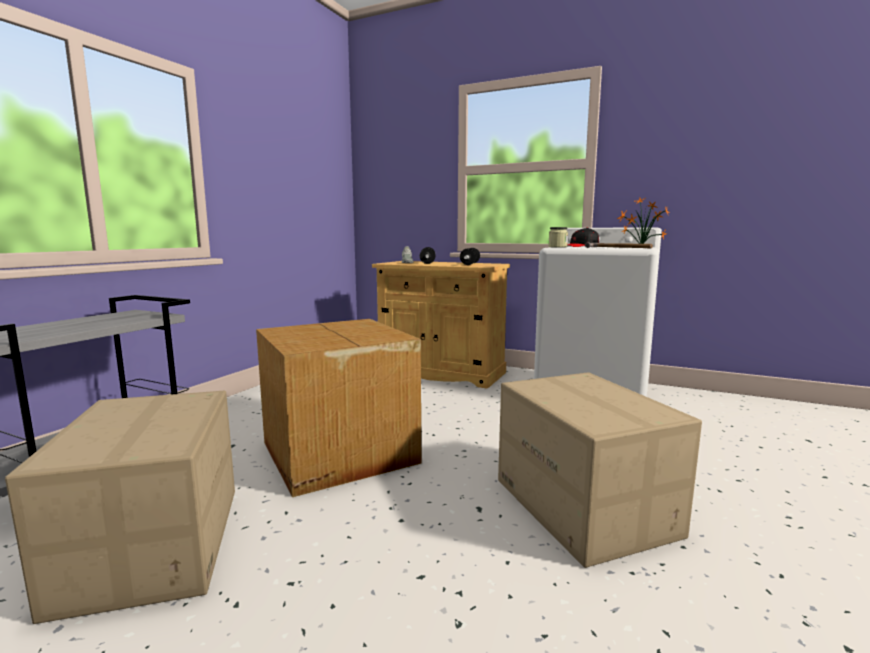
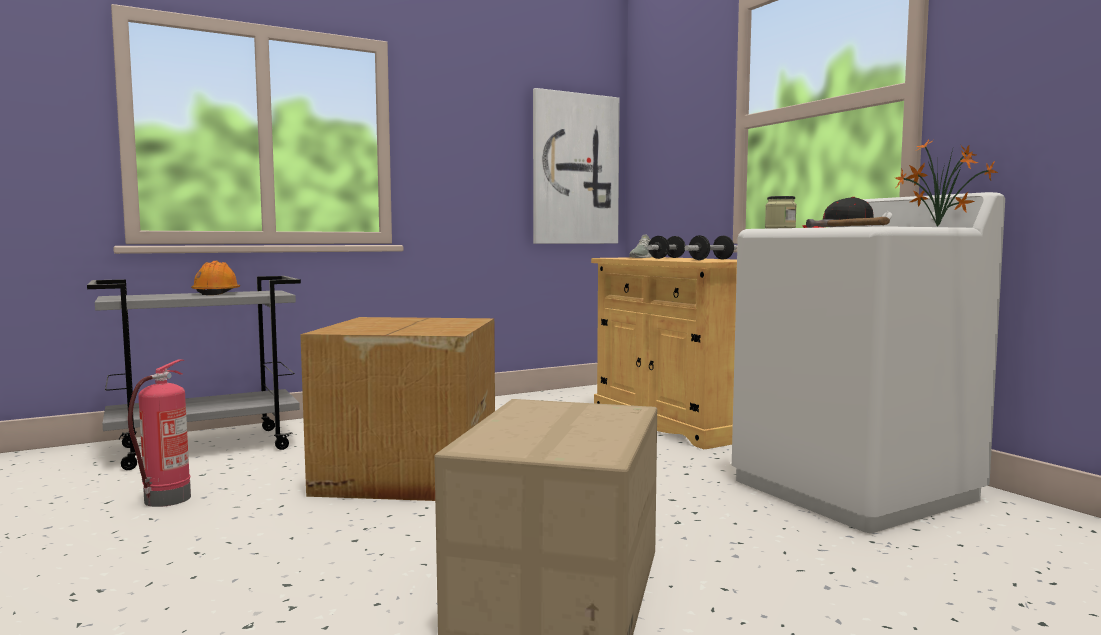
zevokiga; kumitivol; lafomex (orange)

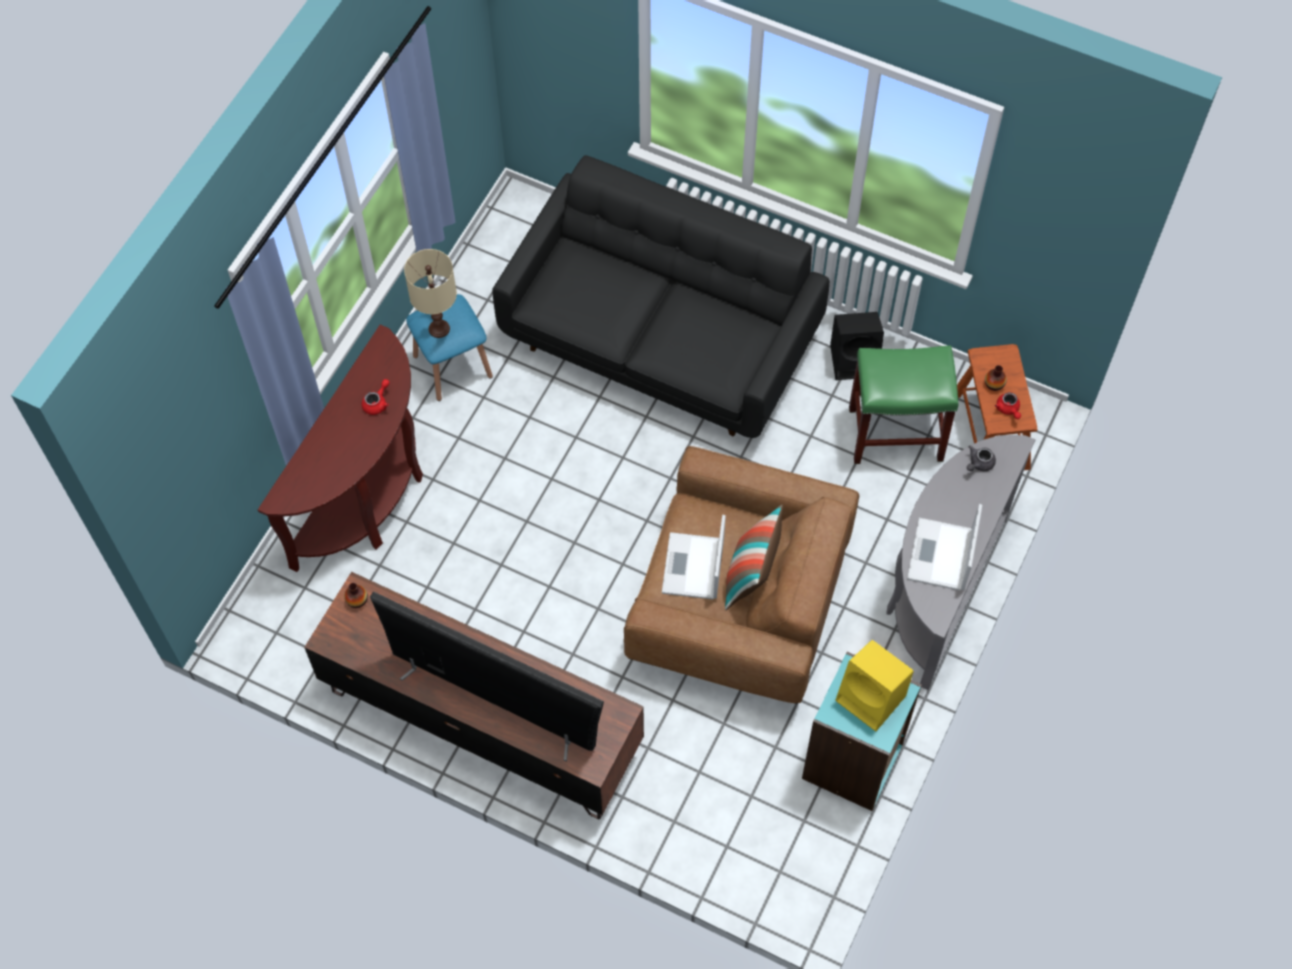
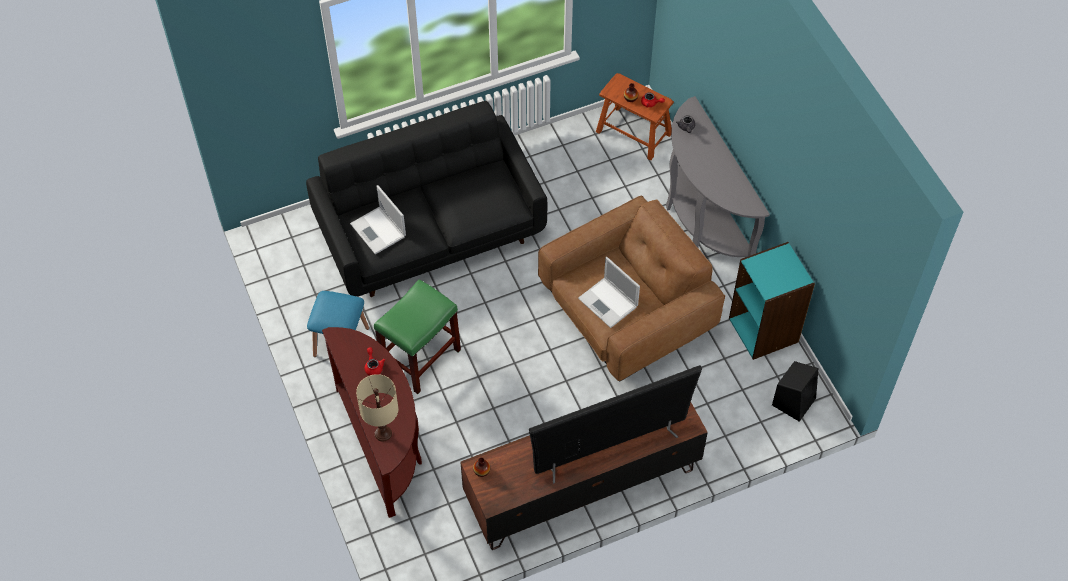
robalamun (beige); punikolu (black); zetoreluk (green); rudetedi (no. 1 from left); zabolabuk; punikolu (yellow)

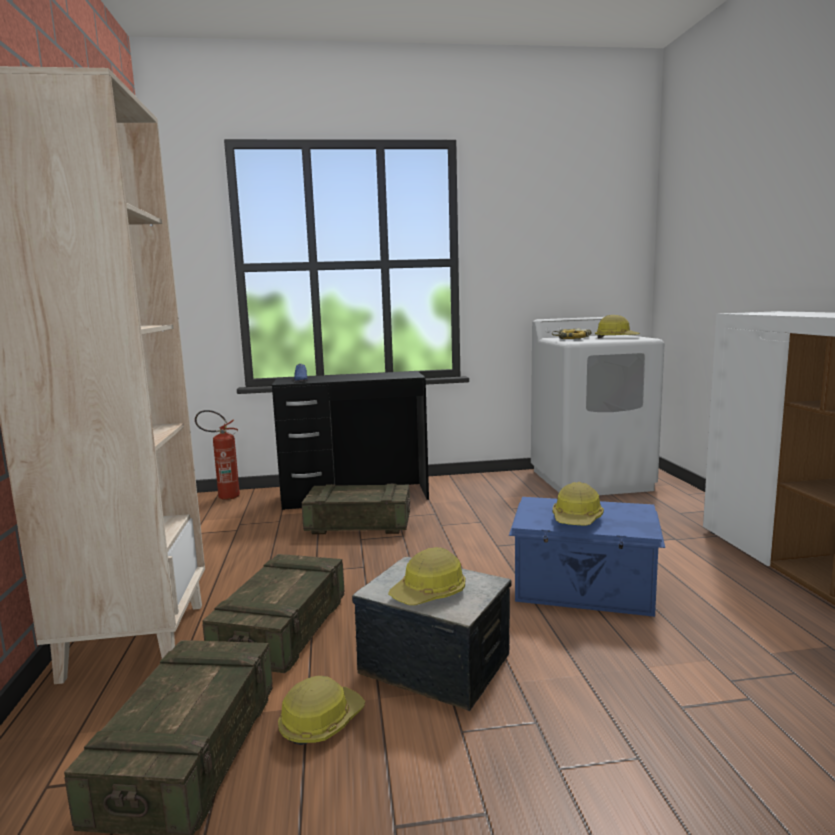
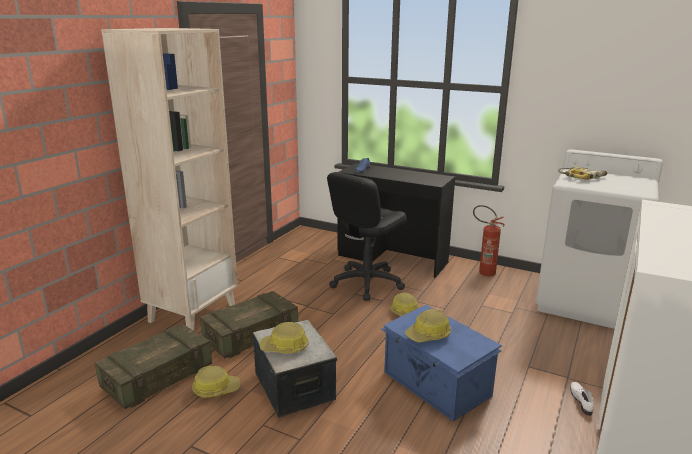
lafomex (no. 3 from left); zevokiga; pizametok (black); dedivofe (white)

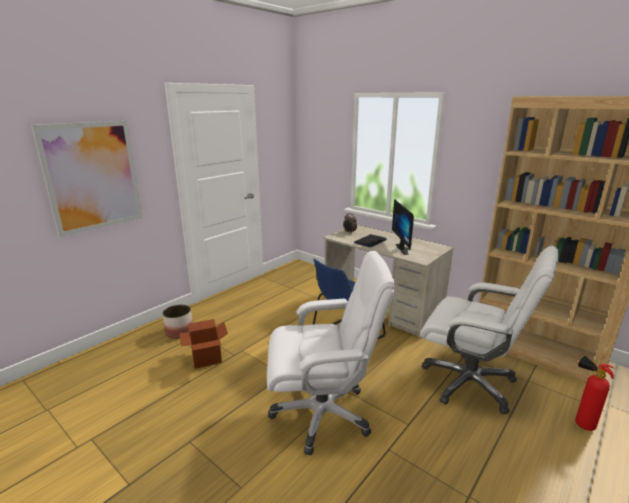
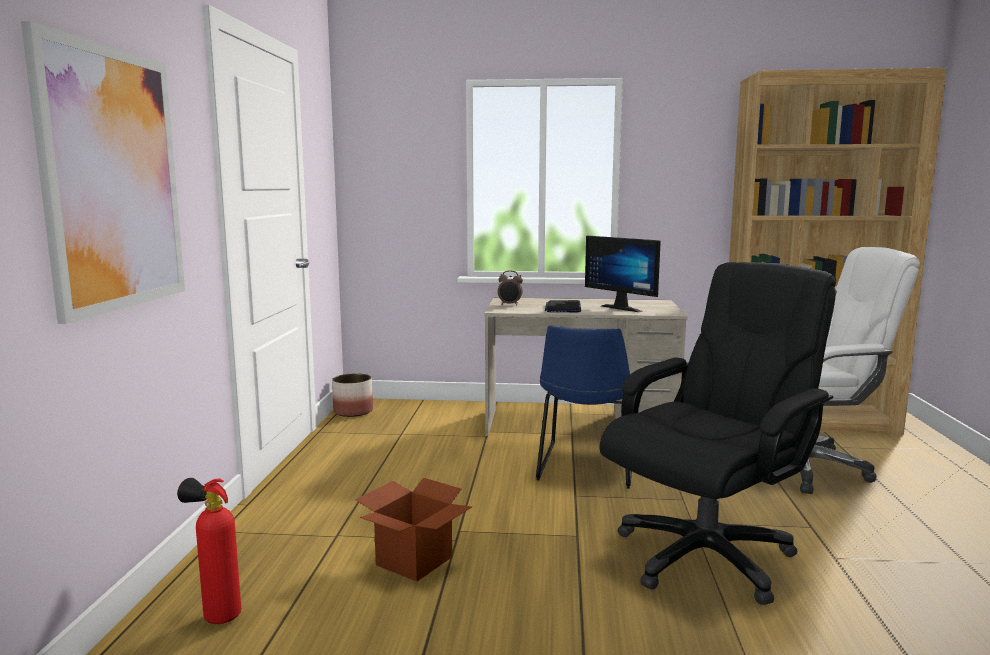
pizametok (black); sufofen; zevokiga

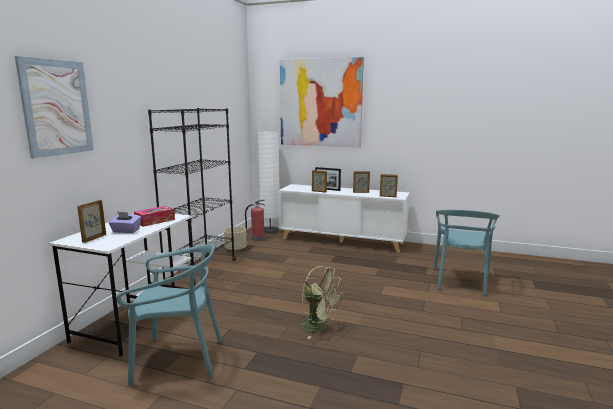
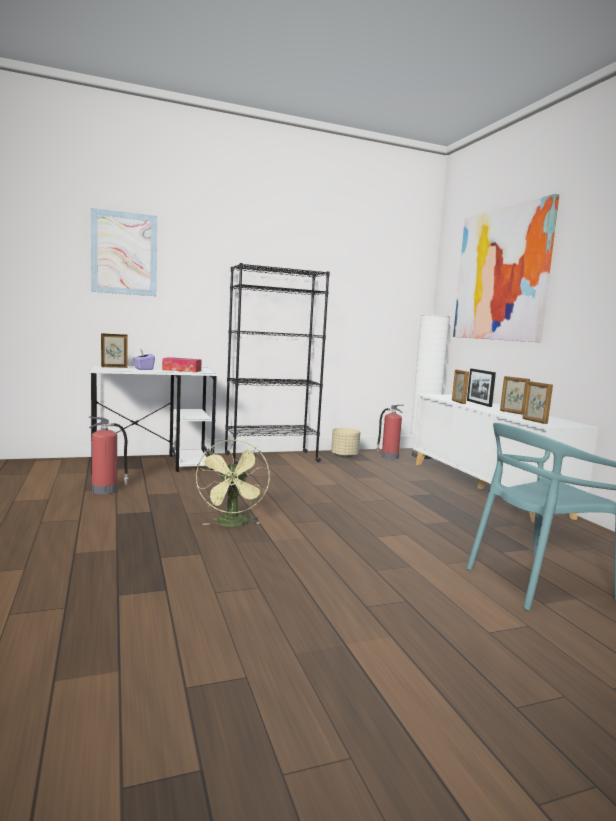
zevokiga (no. 1 from left)

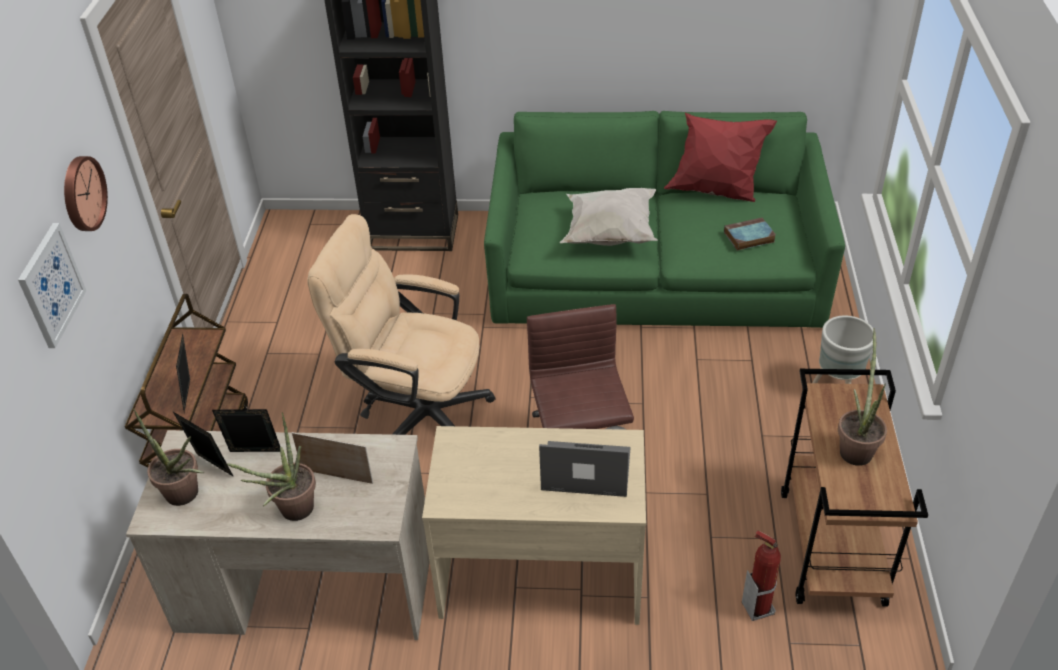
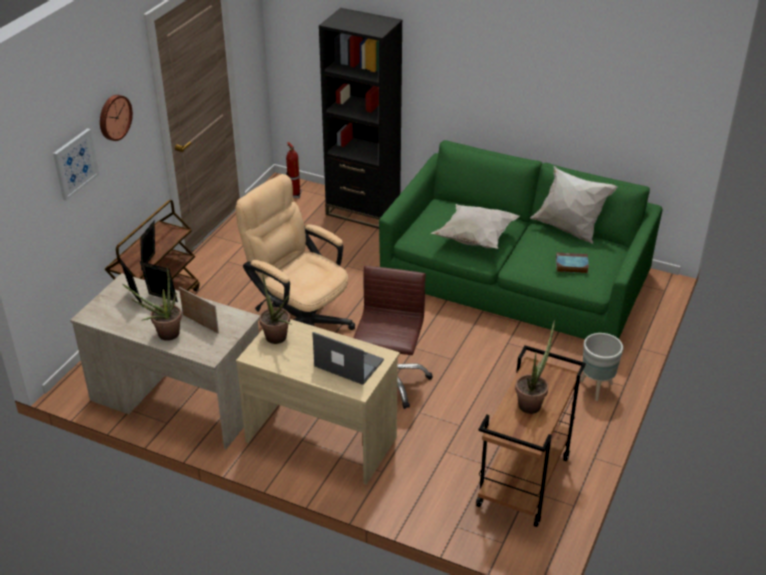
zabolabuk (white) (no. 2 from left); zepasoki (no. 2 from left); zevokiga

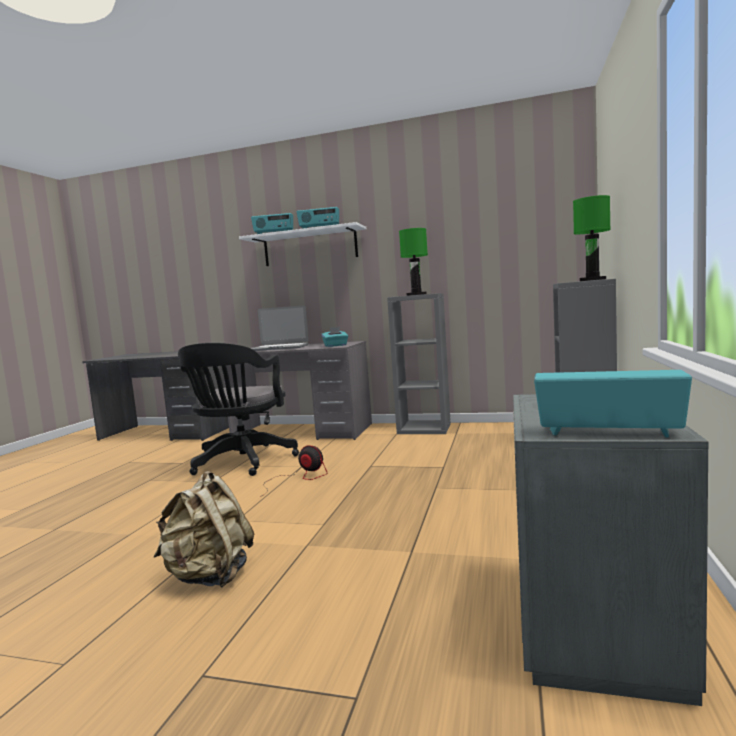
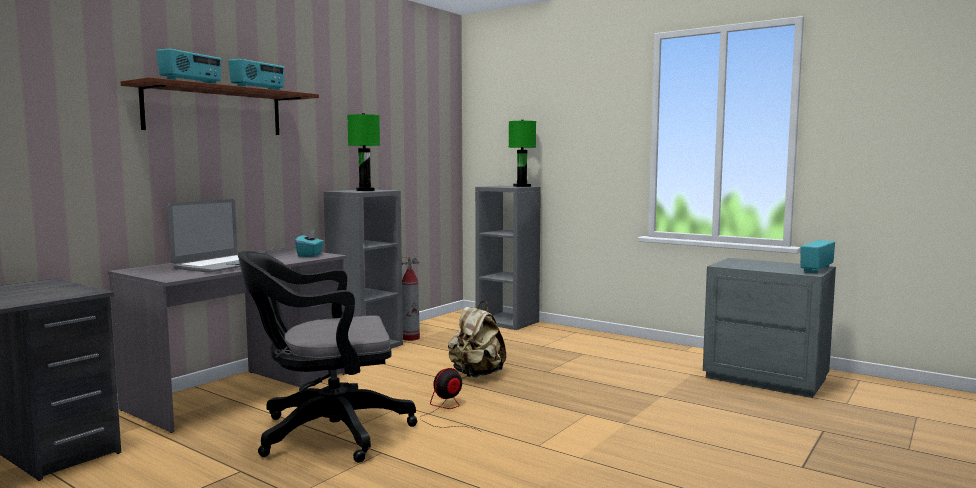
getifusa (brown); pizametok (black); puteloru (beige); zevokiga

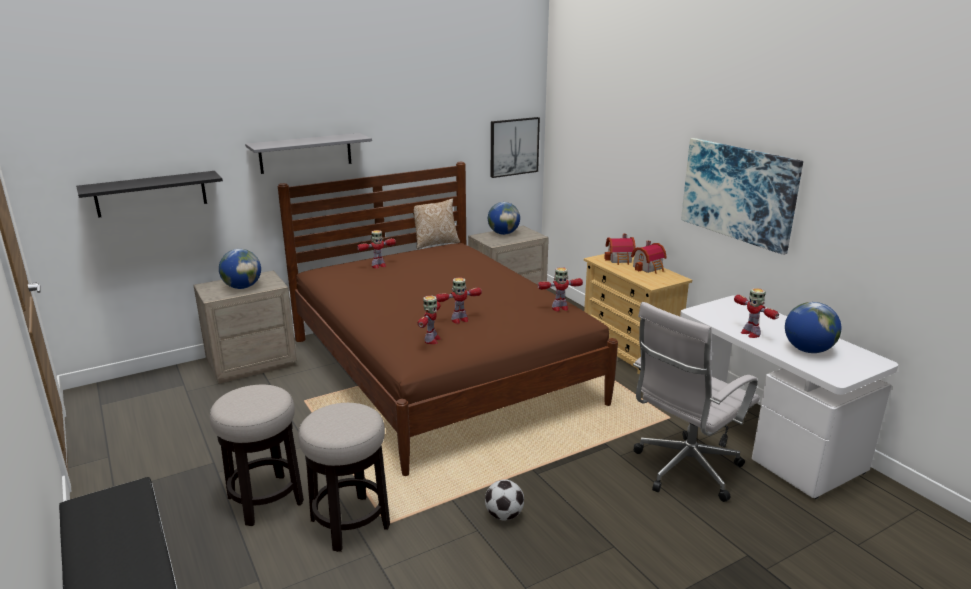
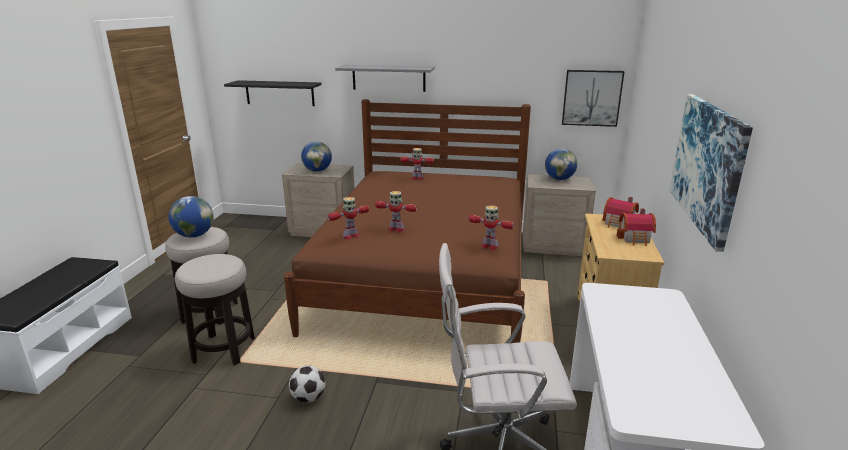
zabolabuk; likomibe (no. 5 from left in the first image); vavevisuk (no. 1 from left)

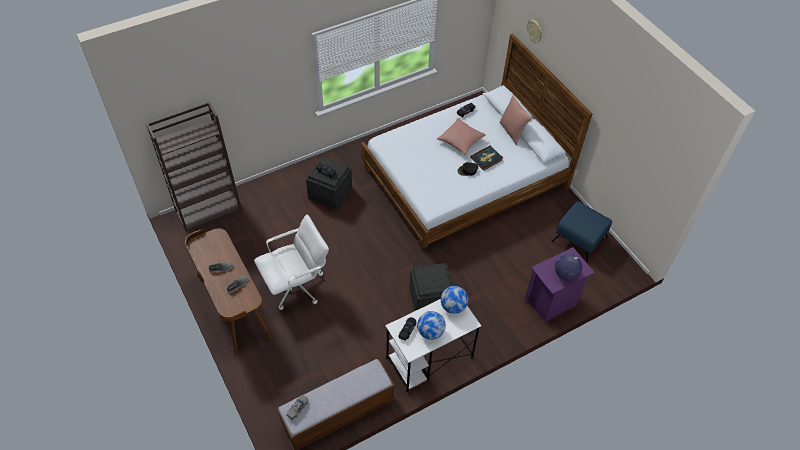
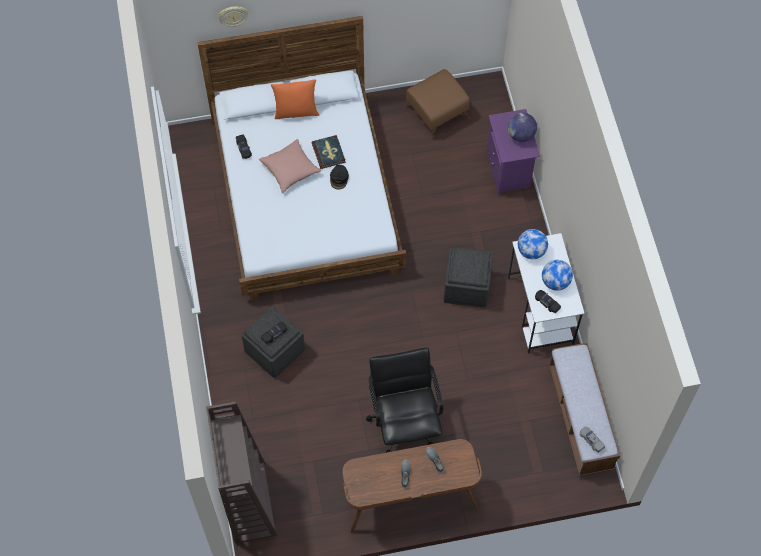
zabolabuk (orange); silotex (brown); pizametok (black)

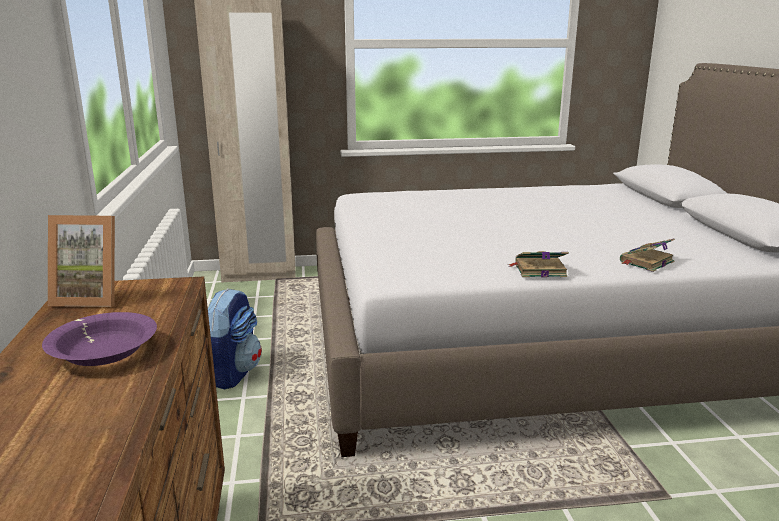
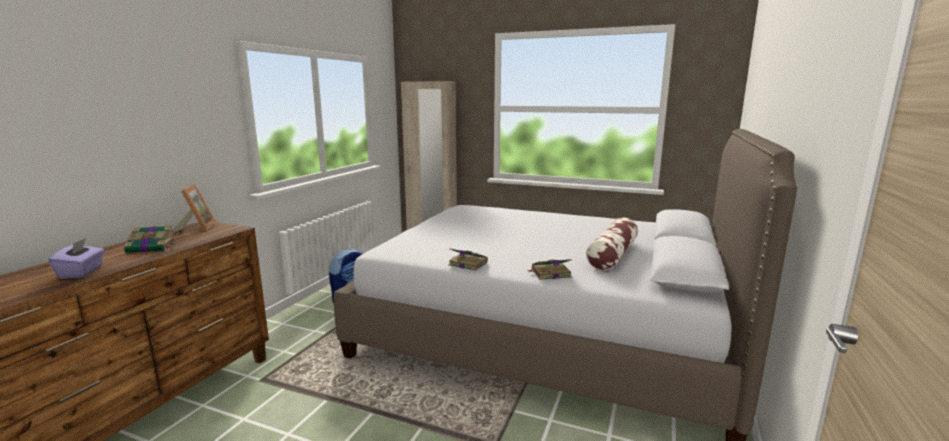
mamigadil; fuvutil (no. 1 from left); zabolabuk; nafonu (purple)

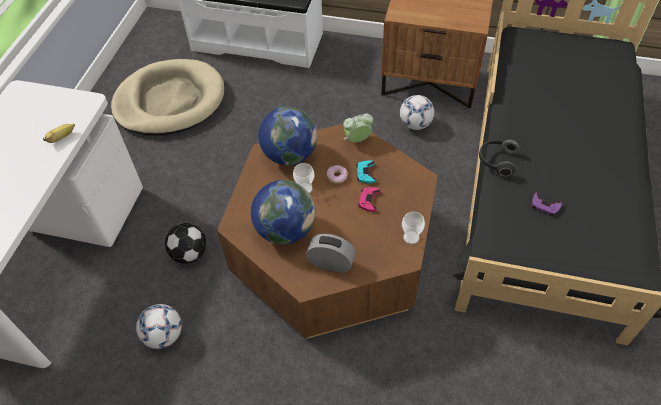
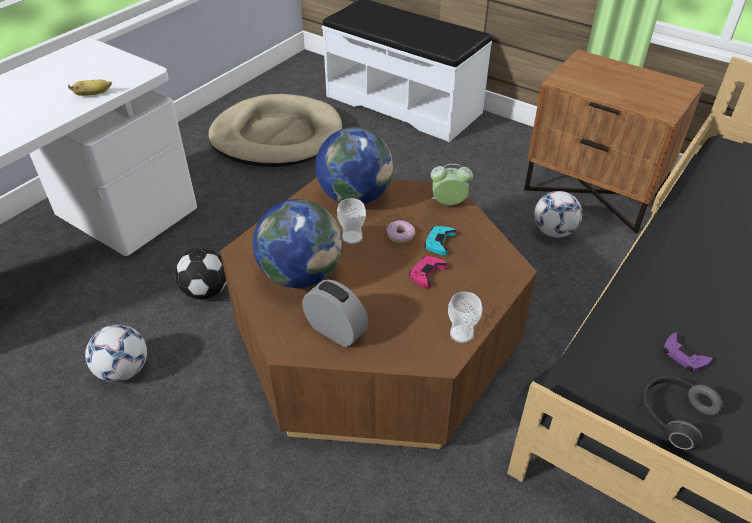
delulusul

